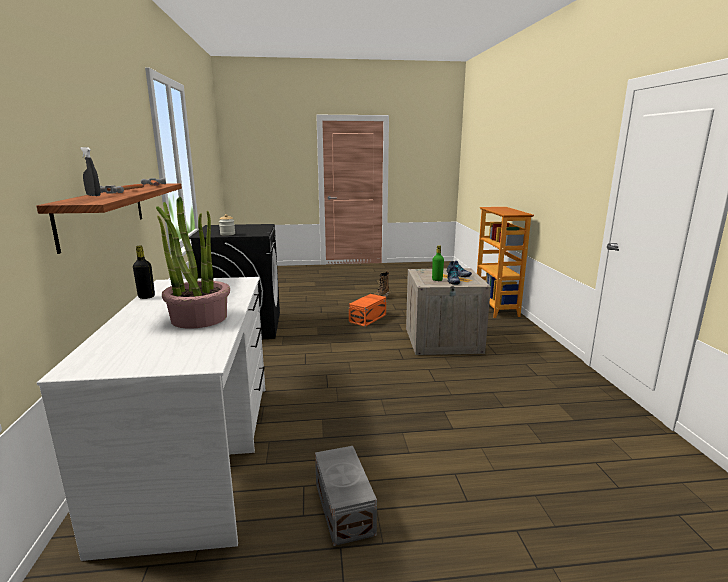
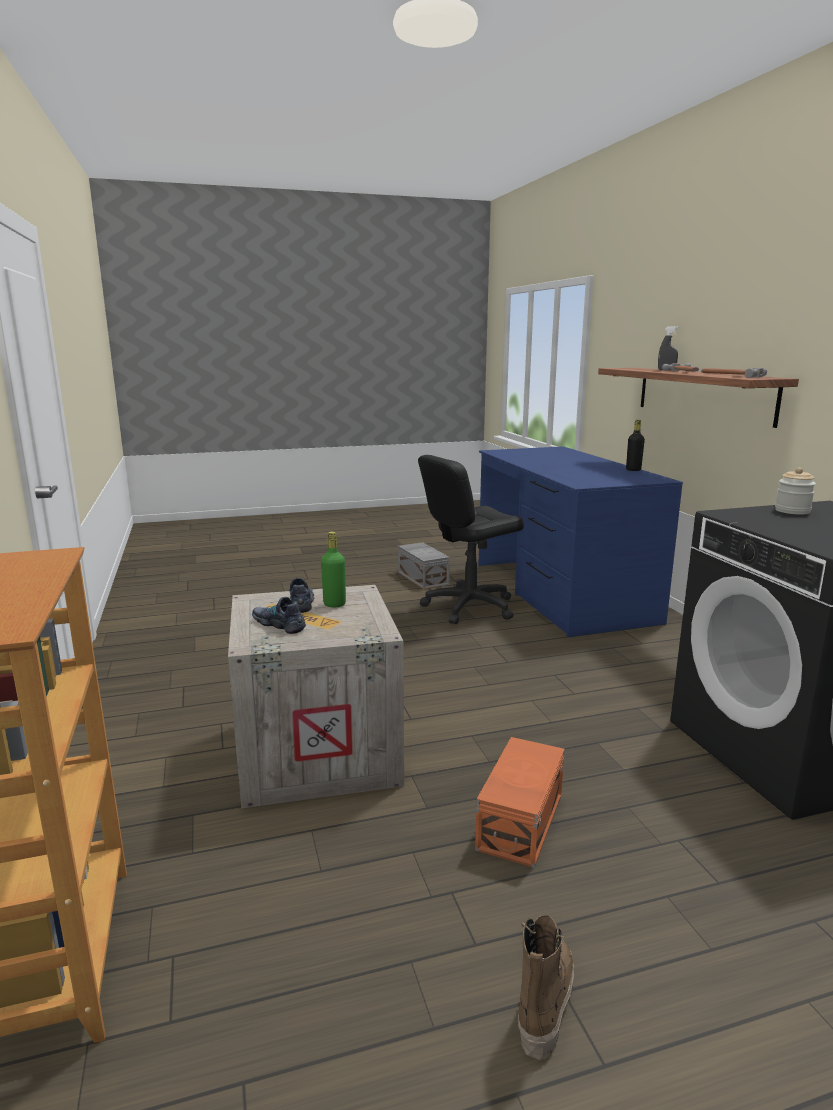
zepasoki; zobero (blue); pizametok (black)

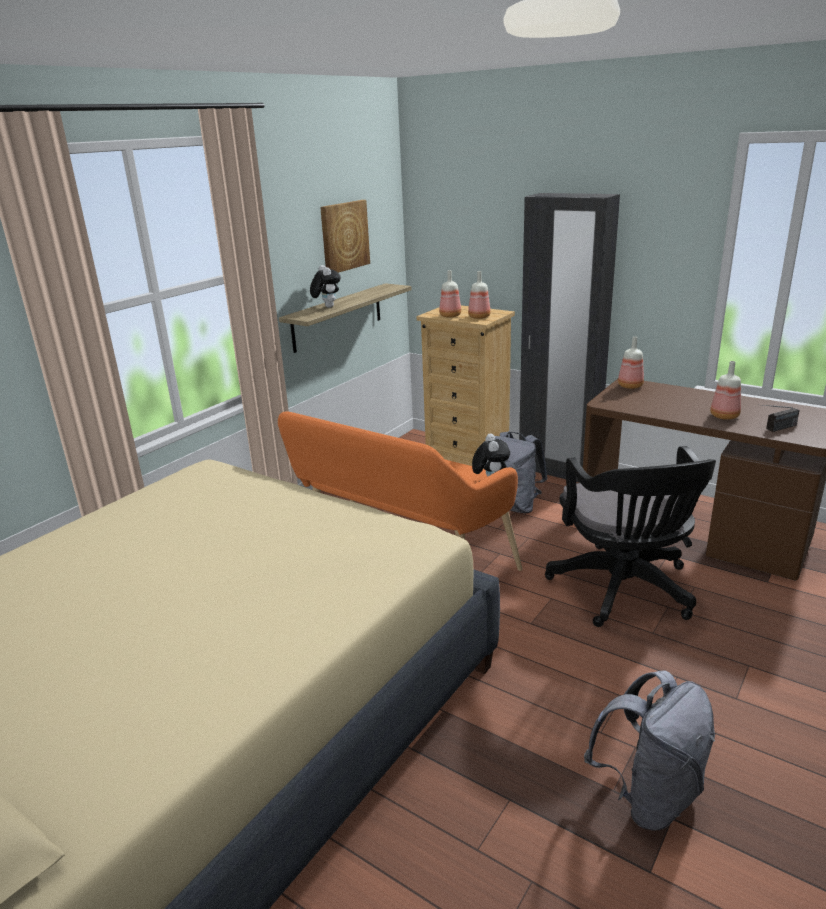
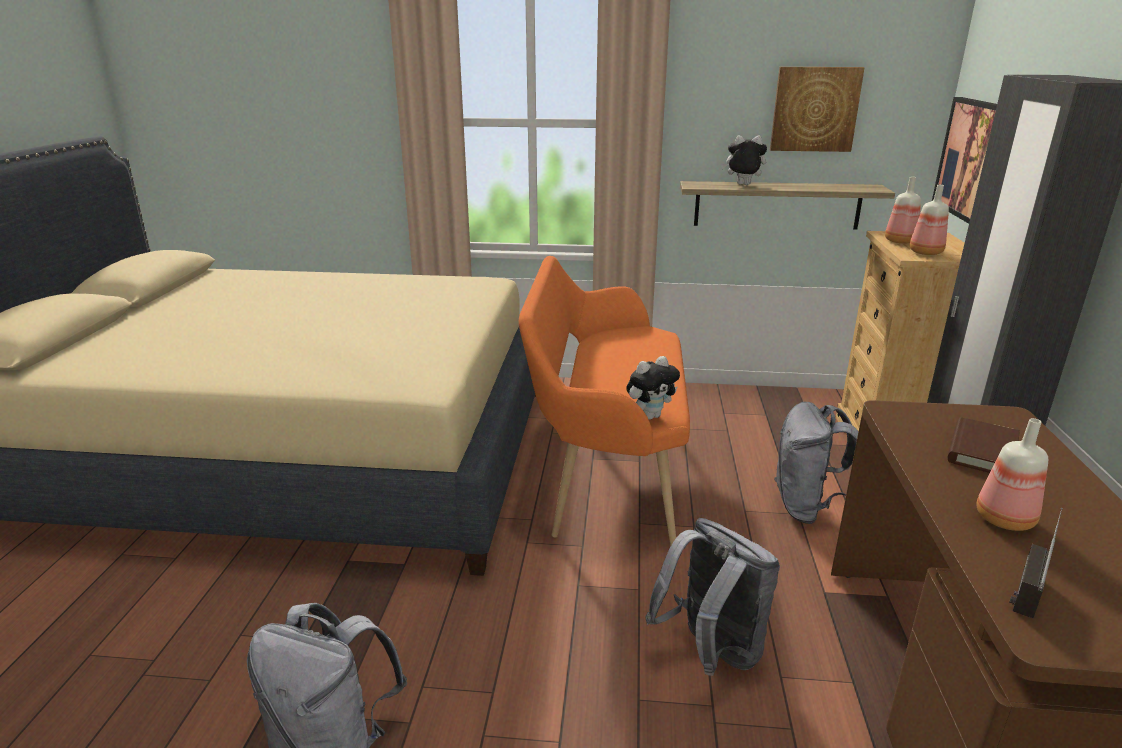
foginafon (no. 2 from left); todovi (no. 3 from left in the first image); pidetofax; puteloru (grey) (no. 2 from left); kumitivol (no. 2 from left); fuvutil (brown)

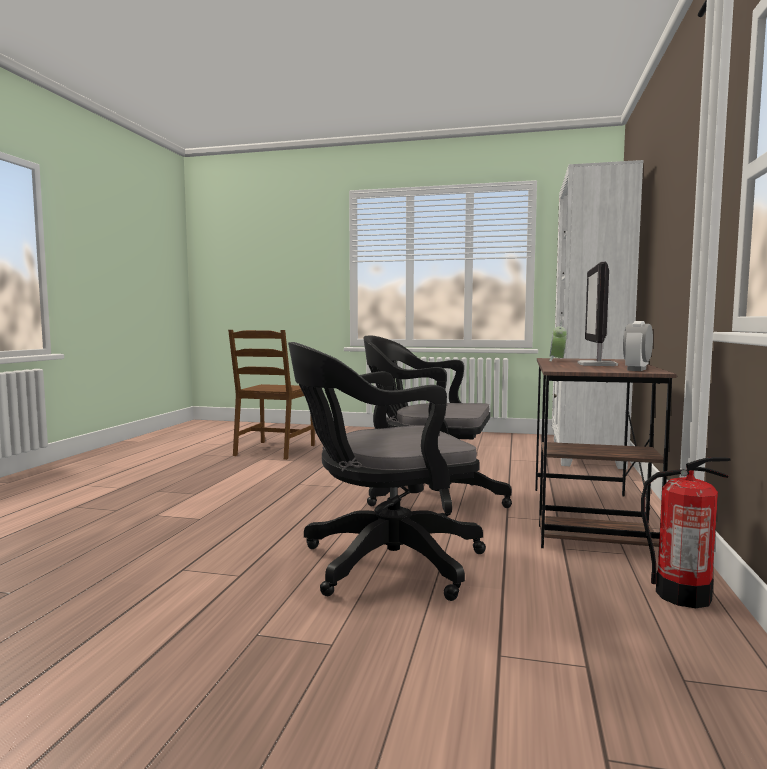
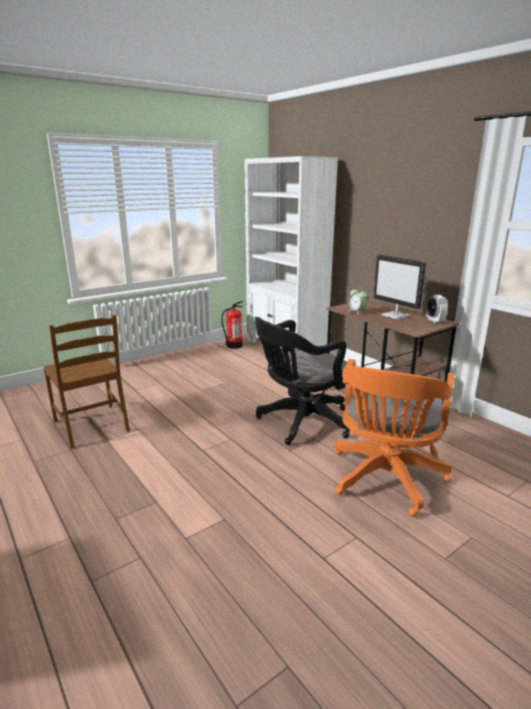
pizametok (orange); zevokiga

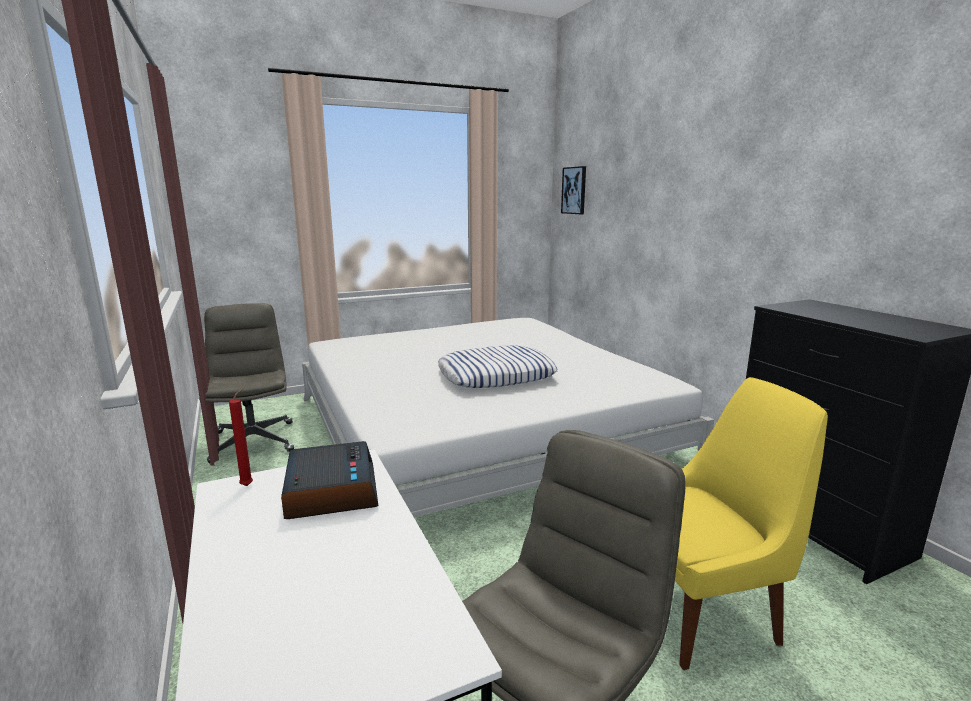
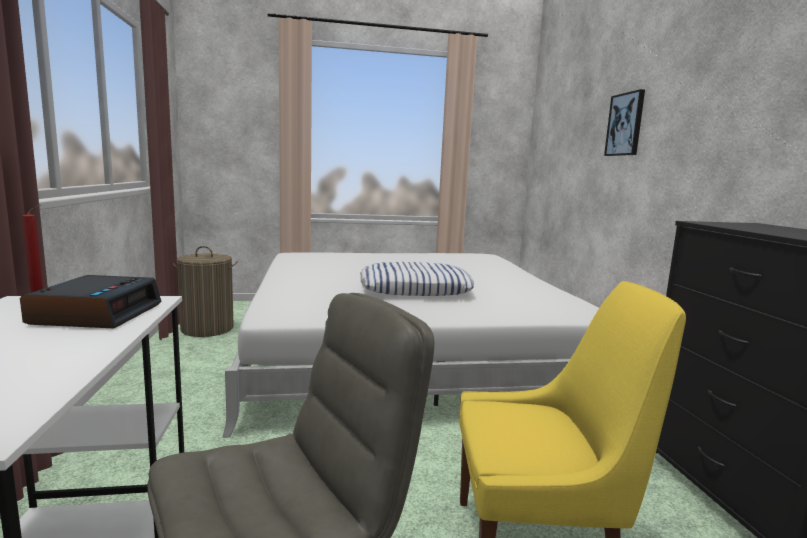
kumitivol; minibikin

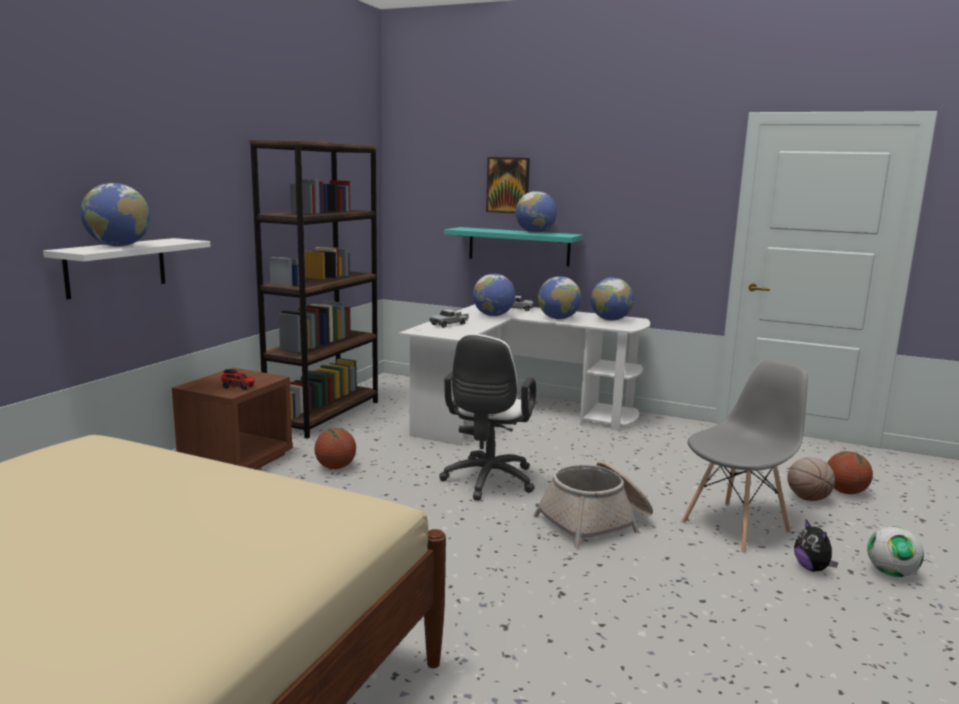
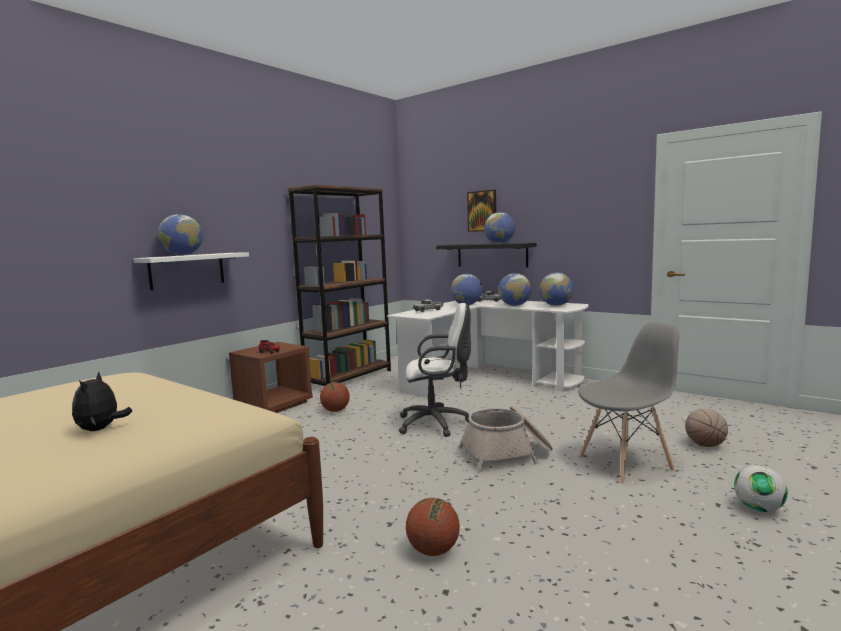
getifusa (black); pizametok (white); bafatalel (no. 2 from left); foginafon

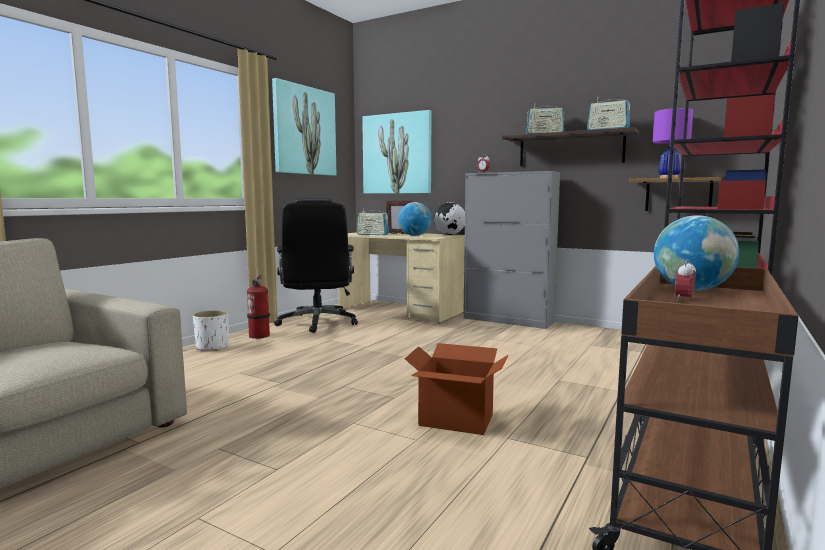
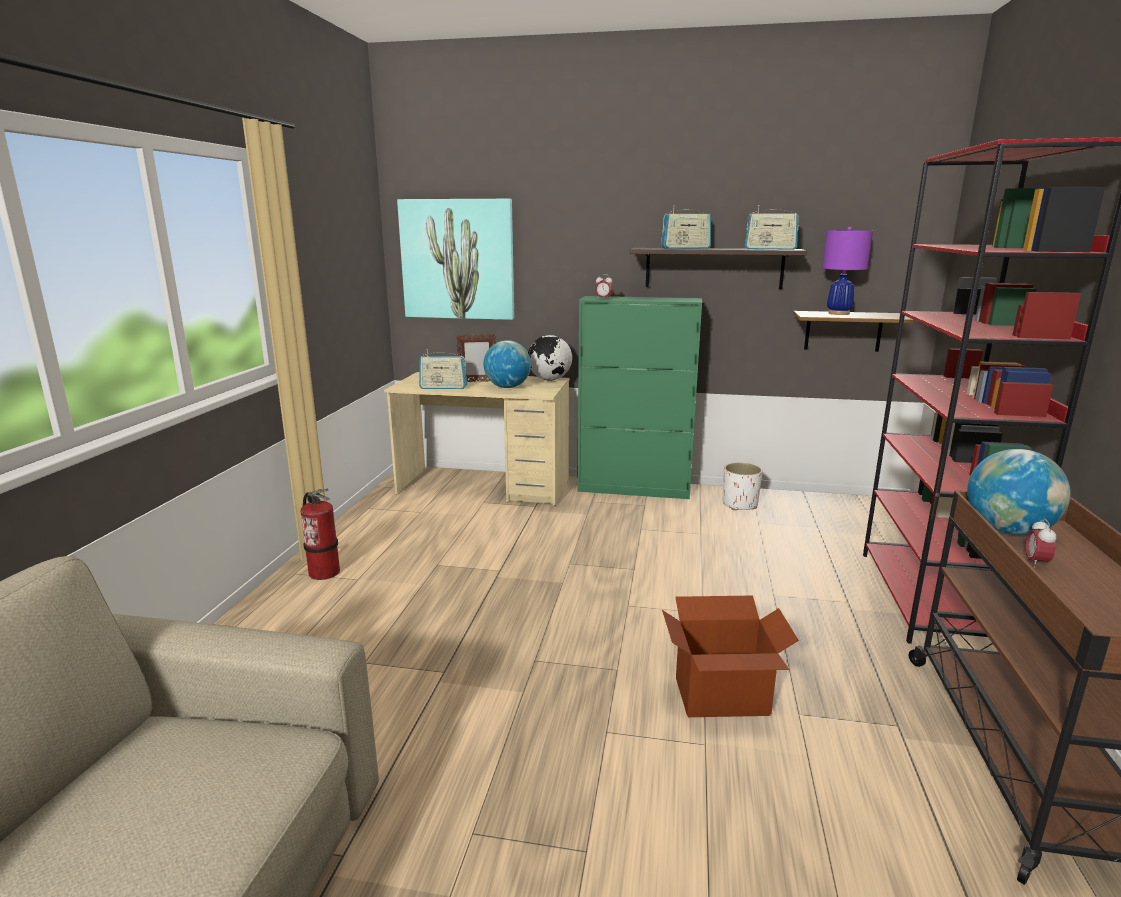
kumitivol (no. 1 from left in the first image); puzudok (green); pizametok (black); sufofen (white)

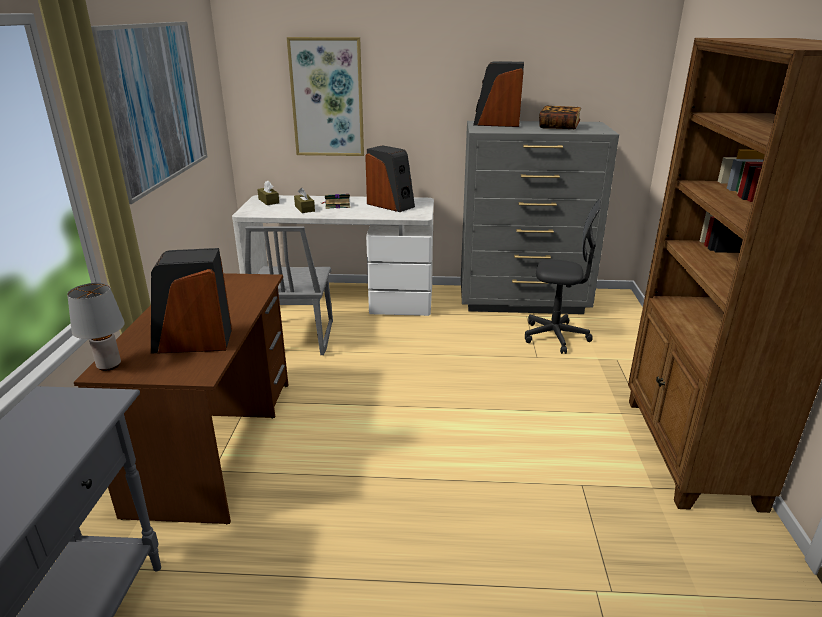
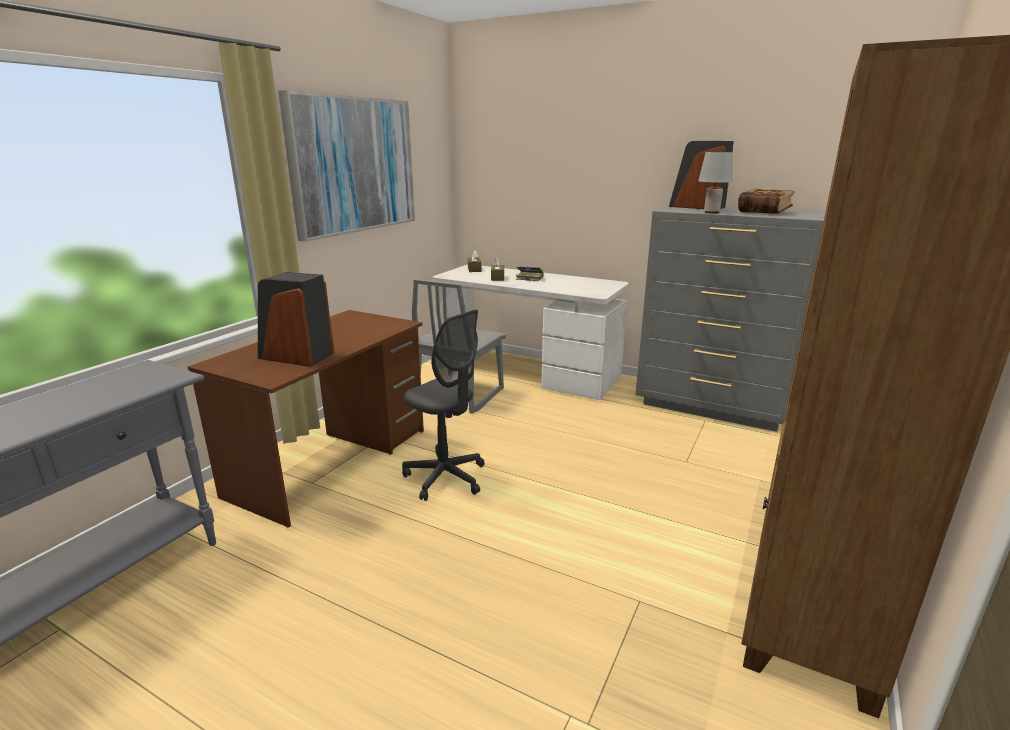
kumitivol (no. 2 from left in the first image); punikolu (no. 2 from left in the first image); pizametok (grey); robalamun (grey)

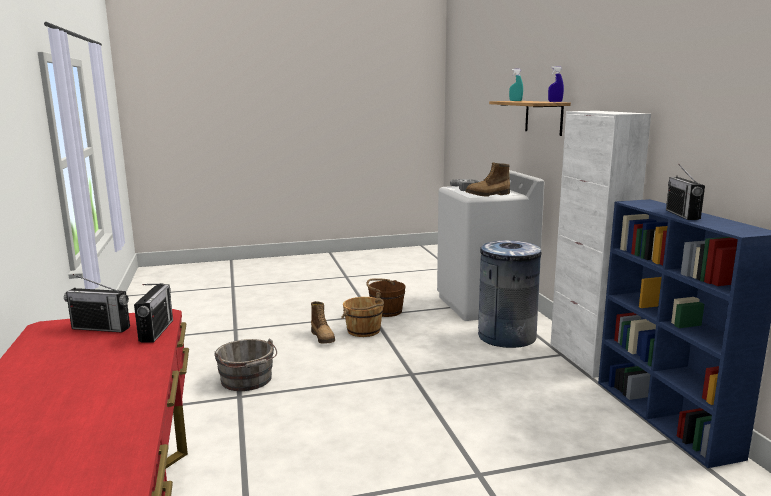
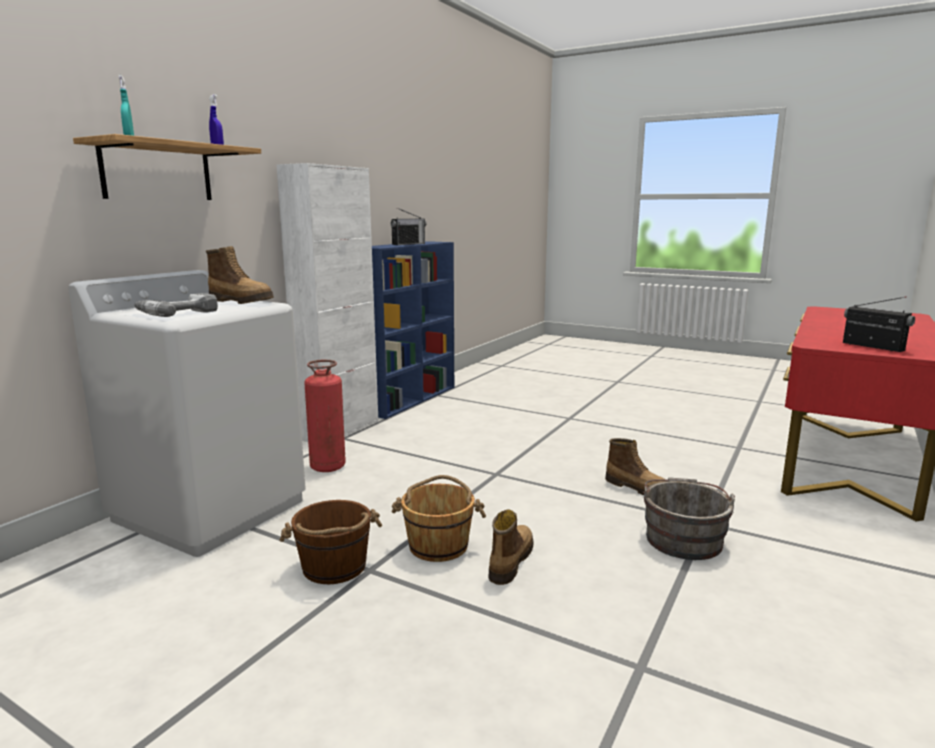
zevokiga; pidetofax (no. 2 from left in the first image); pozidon (no. 3 from left)

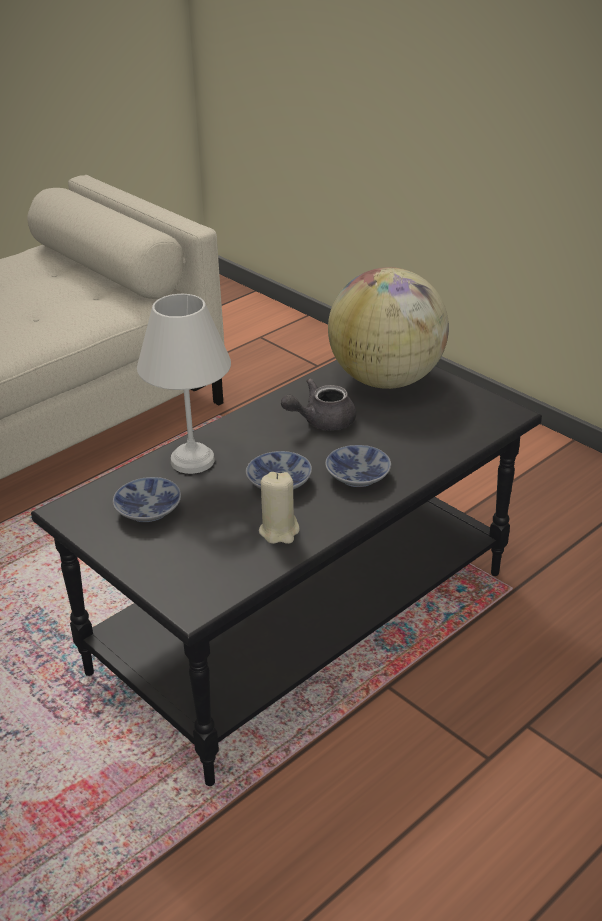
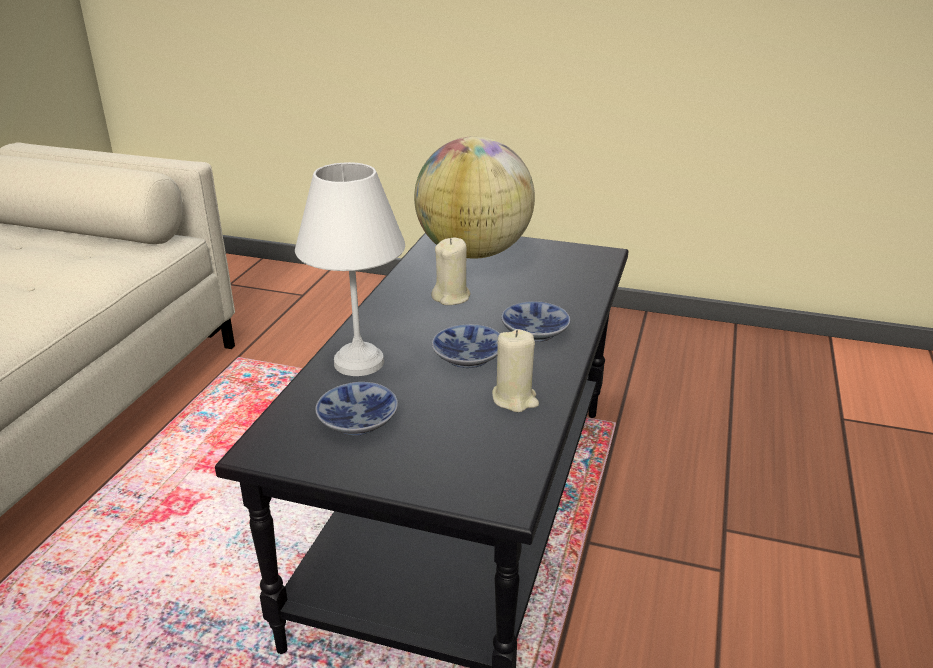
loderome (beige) (no. 1 from left)

